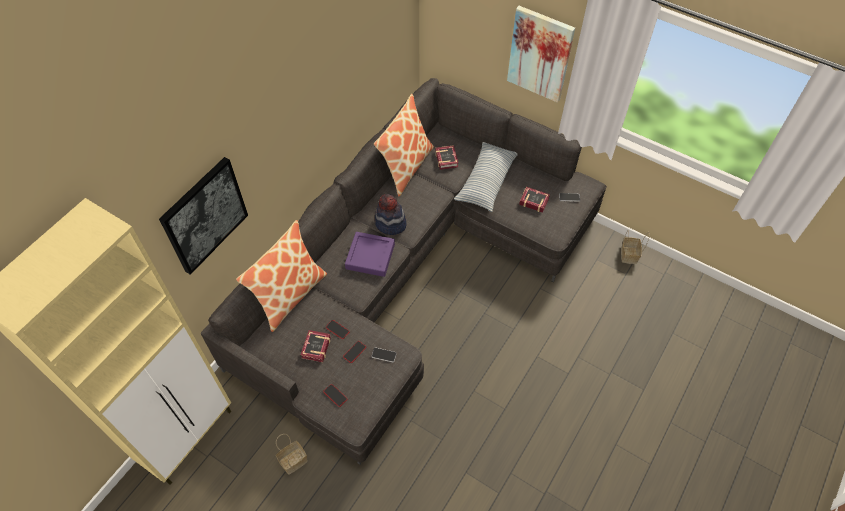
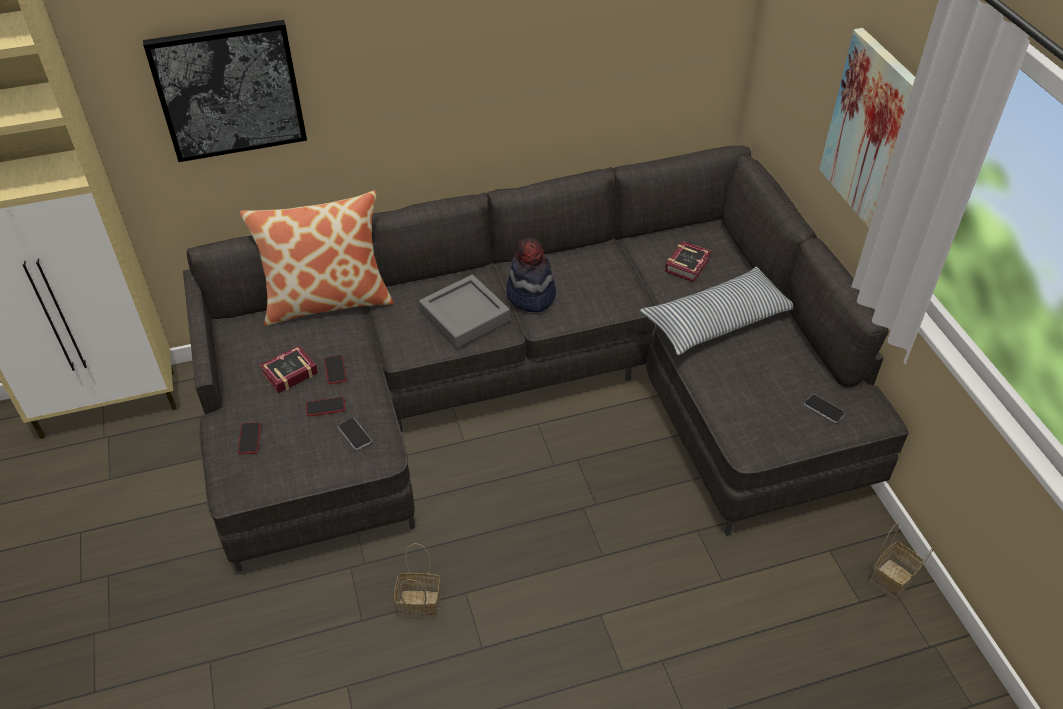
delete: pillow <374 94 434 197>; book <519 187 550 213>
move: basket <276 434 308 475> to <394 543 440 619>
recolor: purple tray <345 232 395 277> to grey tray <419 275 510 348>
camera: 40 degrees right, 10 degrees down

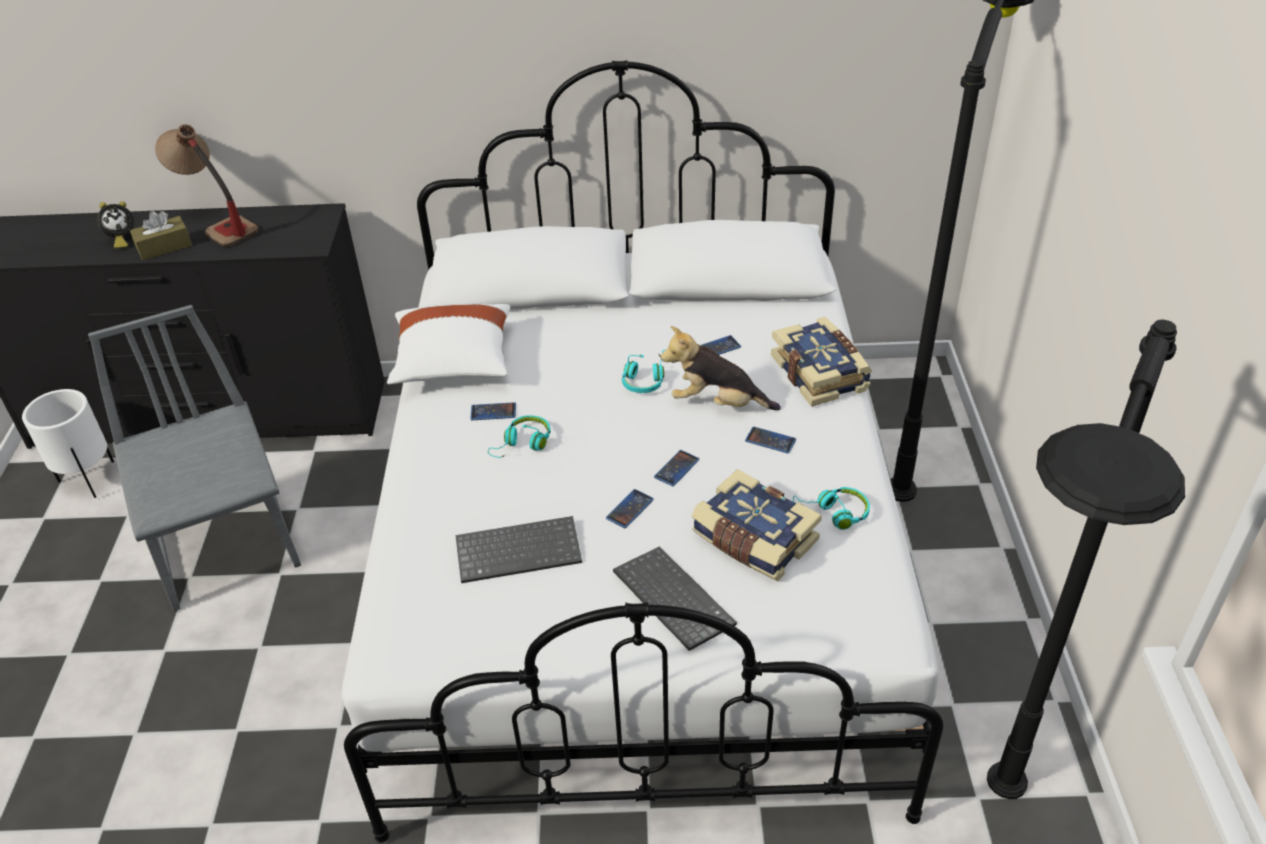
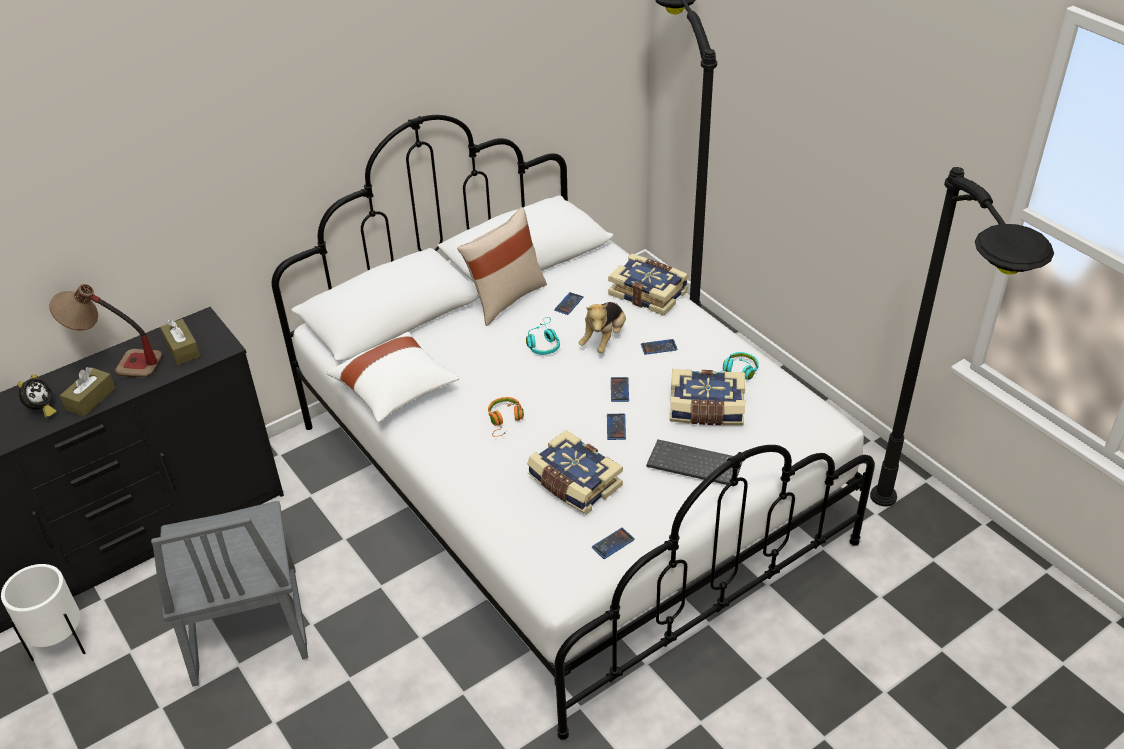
insert: brown tissue box <160 319 200 365>; beige pillow <457 207 547 326>
move: phone <470 402 516 420> to <592 528 635 559>
replace: keyboard <455 516 582 583> to book <527 430 623 515>
recolor: turquoise headphones <488 415 551 458> to orange headphones <488 397 524 437>
rotate: grey chair <88 305 301 611> = <151 501 308 687> 135 degrees counterclockwise; plush toy <660 326 781 410> = <578 302 626 353> 45 degrees counterclockwise
camera: 35 degrees left, 0 degrees up

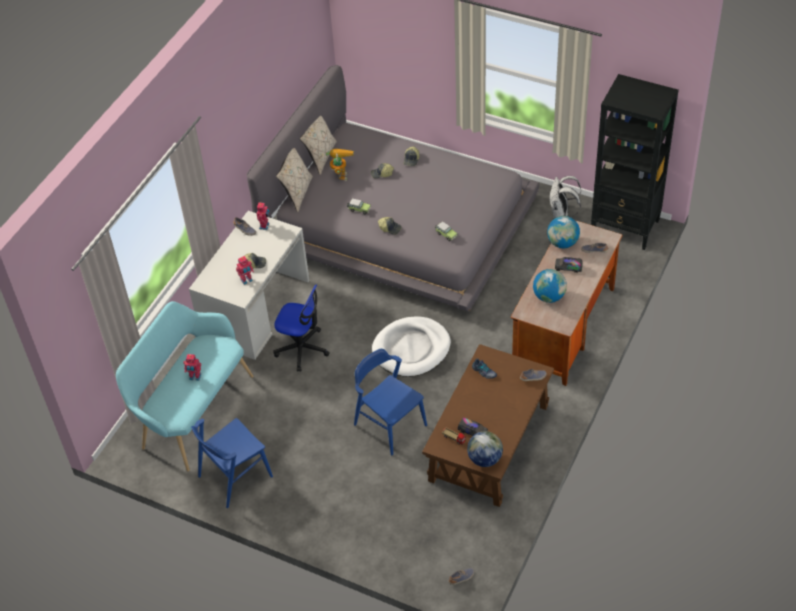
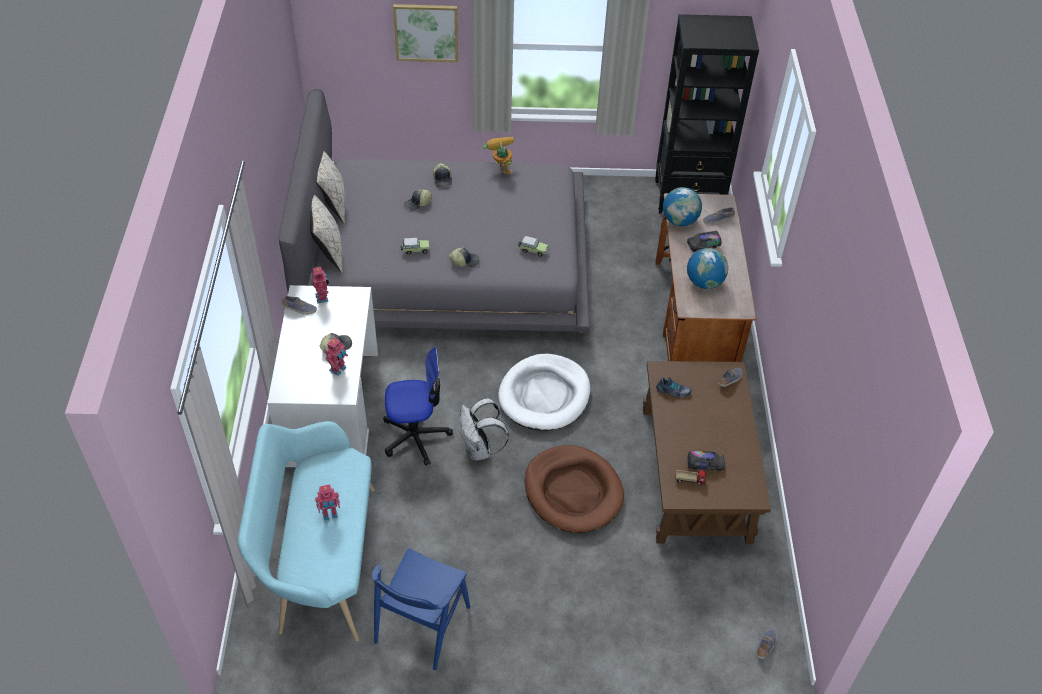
delete: globe <467 431 503 467>
insert: picture <393 4 458 62>
move: toy robot <326 149 354 181> to <483 137 514 175>; white backpack <549 176 581 219> to <459 398 509 461>
replace: blue chair <354 349 427 456> to brown dog bed <525 445 624 533>
camera: 30 degrees left, 0 degrees up

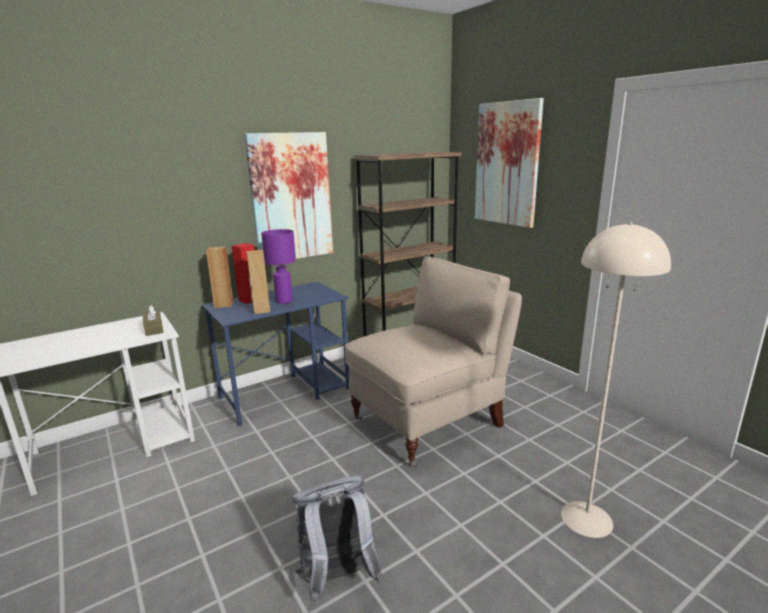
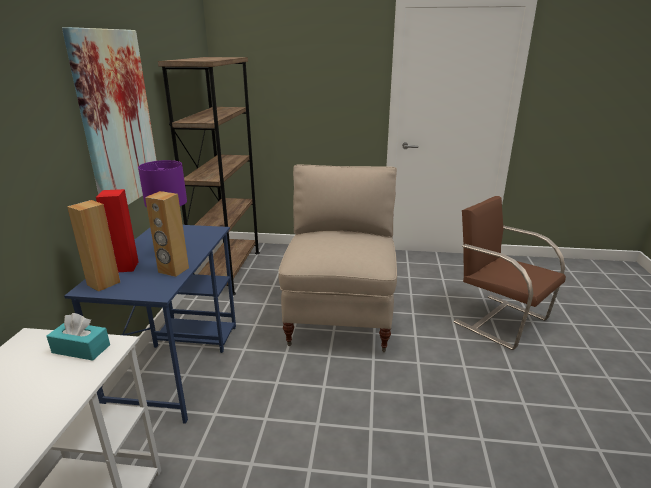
delete: grey backpack <293 475 383 603>; picture <475 98 544 228>
replace: beige floor lamp <561 222 671 538> to brown chair <453 196 566 350>
recolor: brown tissue box <143 305 164 336> to turquoise tissue box <46 313 110 361>
camera: 50 degrees left, 5 degrees up

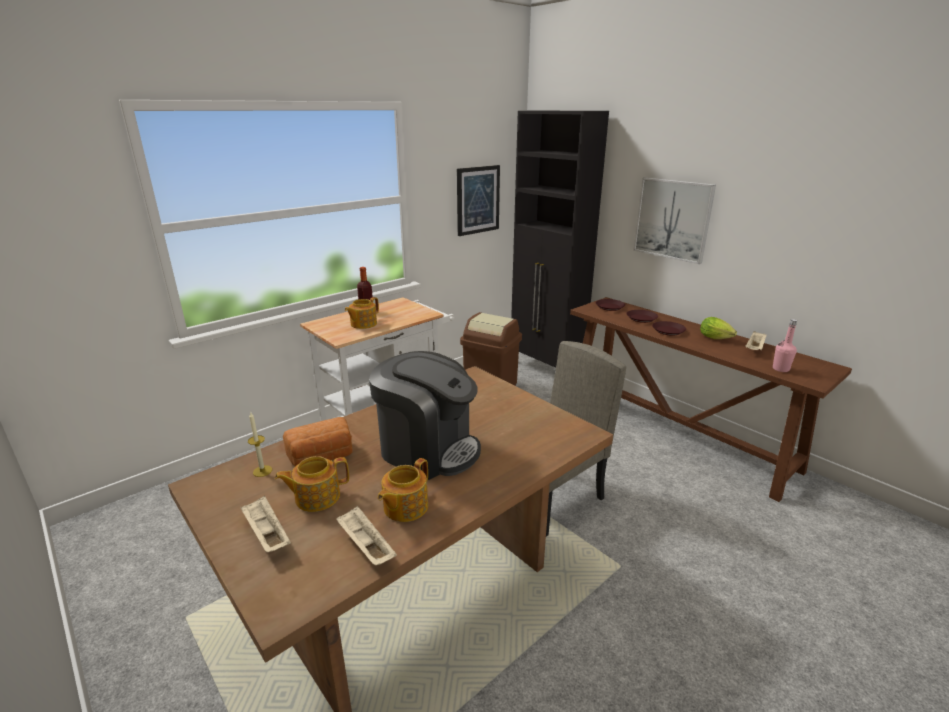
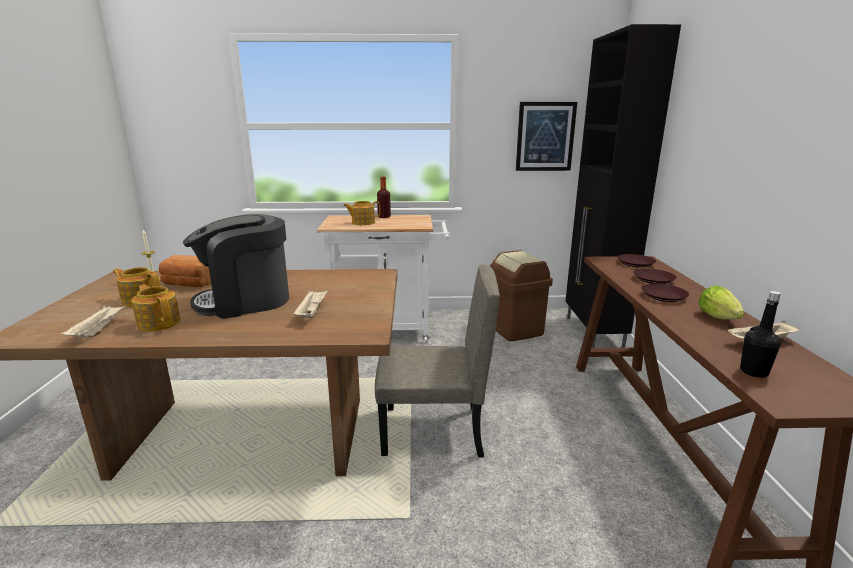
delete: picture <633 178 716 264>
move: beige tray <240 495 291 552> to <293 290 329 318>
recolor: pink bottle <773 319 797 372> to black bottle <740 291 781 378>
rotate: coffee machine <369 351 481 480> = <183 214 289 319> 90 degrees clockwise; teapot <378 458 428 522> = <132 284 180 332> 60 degrees clockwise
camera: 40 degrees right, 5 degrees down

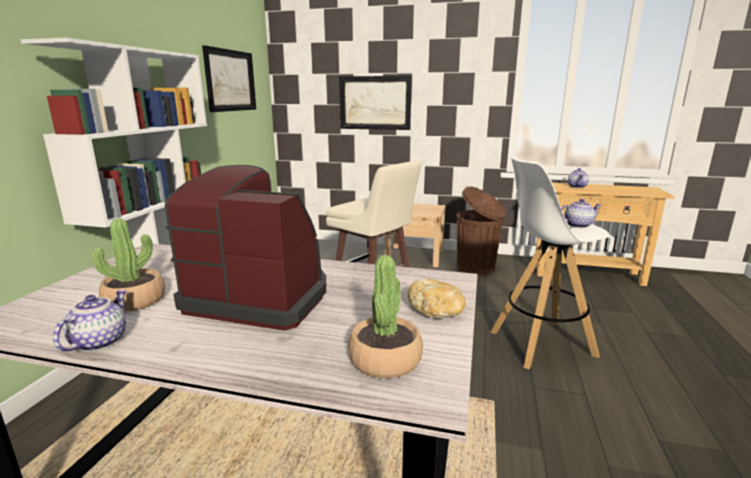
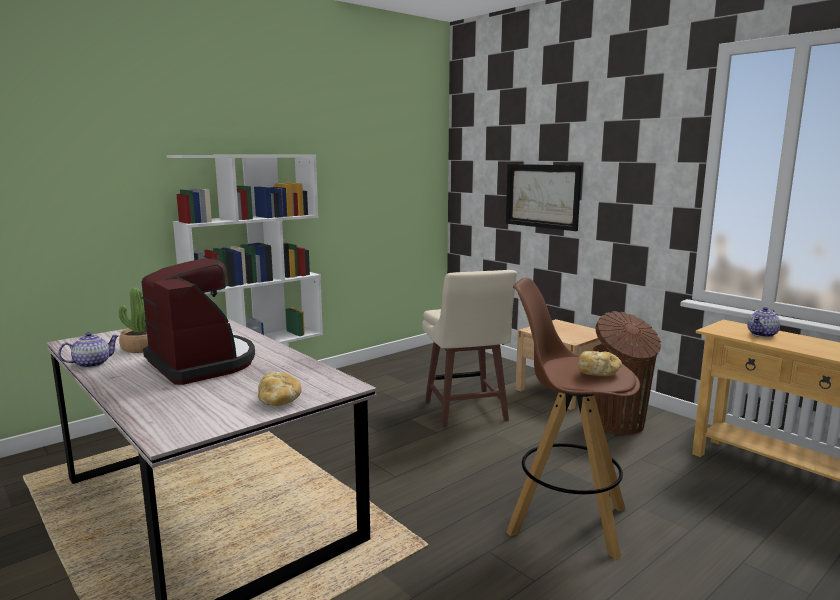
delete: picture <202 45 256 112>; potted plant <348 255 423 378>
replace: teapot <561 199 601 228> to bread <578 351 622 376>
recolor: white stool <490 157 613 369> to brown stool <506 278 640 559>
camera: 35 degrees right, 5 degrees down

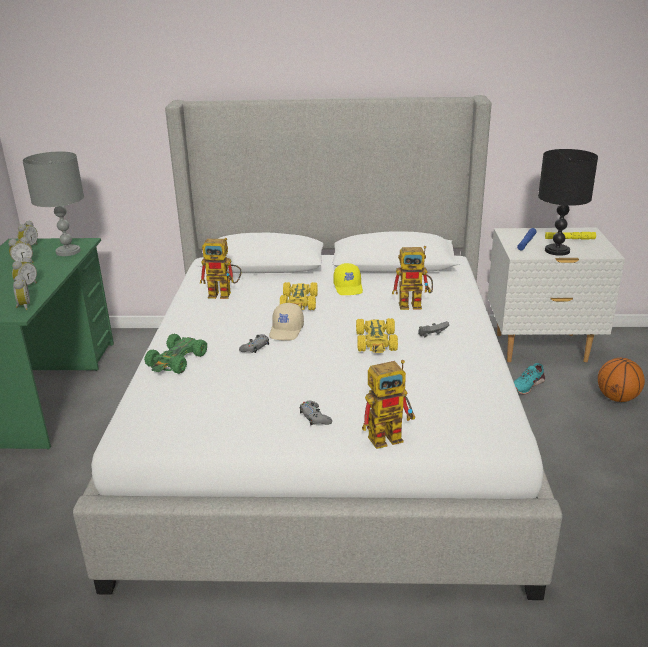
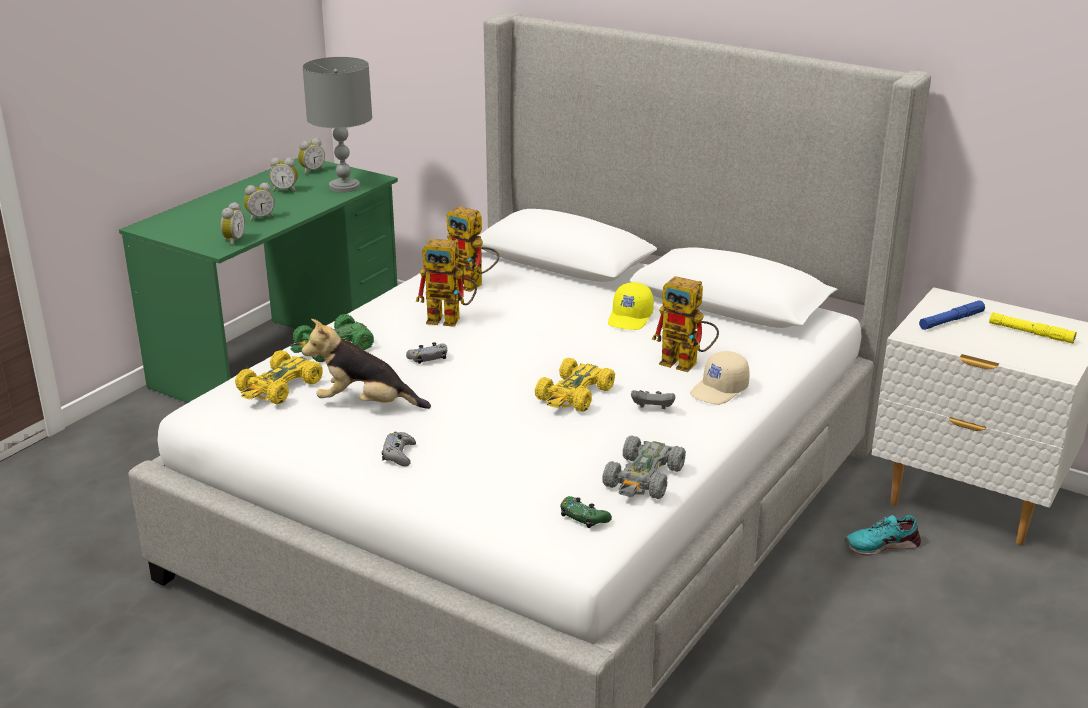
delete: black table lamp <538 149 598 256>; basketball <598 358 645 402>
insert: plush toy <302 319 431 409>; green game controller <560 496 612 528>; grey toy car <602 435 686 499>
move: beige cap <269 303 304 340> to <690 351 750 405>; yellow toy car <280 282 318 310> to <235 350 323 404>; toy robot <362 360 415 449> to <416 239 477 327>
camera: 30 degrees right, 0 degrees up

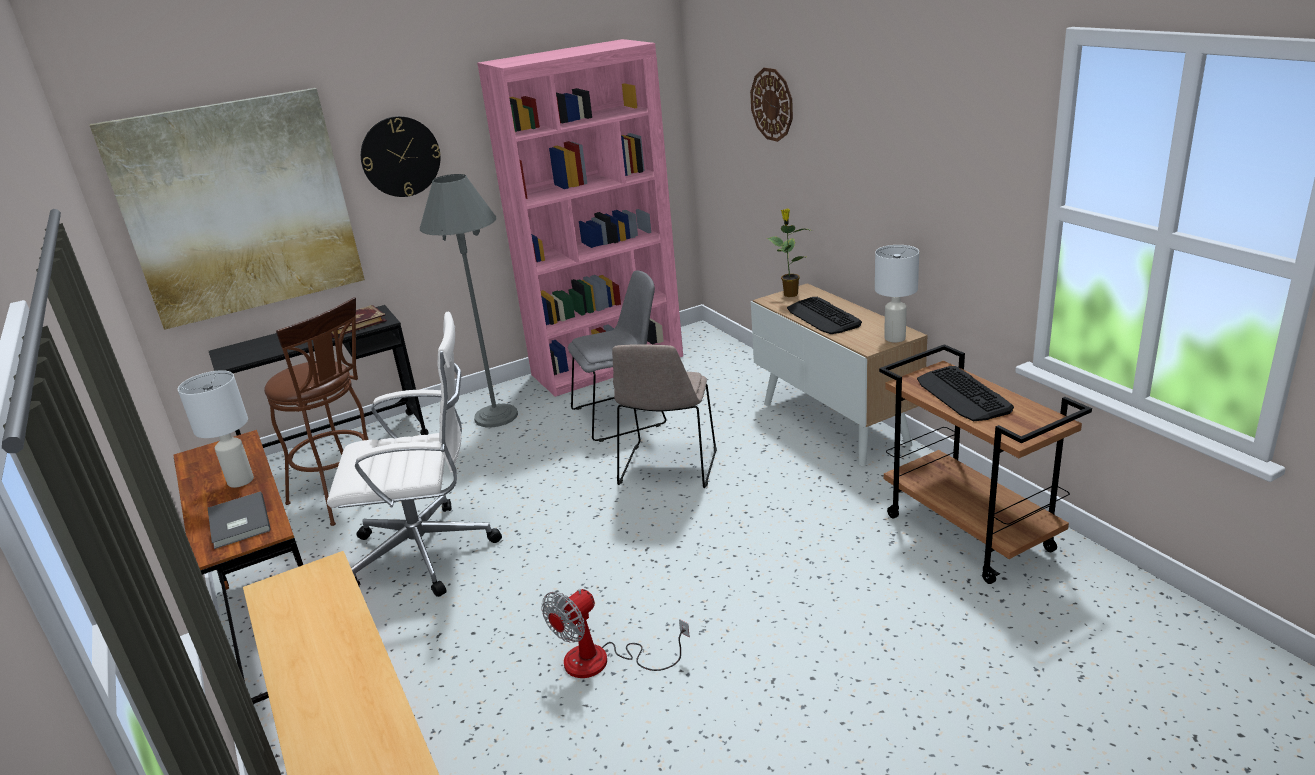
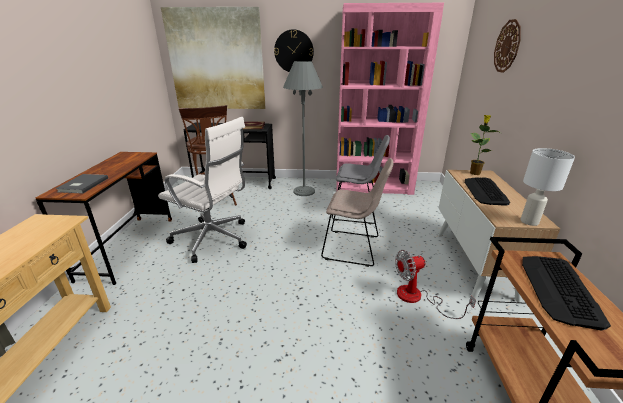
delete: white table lamp <178 370 254 488>
move: fan <541 589 690 678> to <395 250 476 319>
rotate: beige chair <612 344 717 488> = <321 158 393 267> 120 degrees counterclockwise
camera: 30 degrees right, 0 degrees up

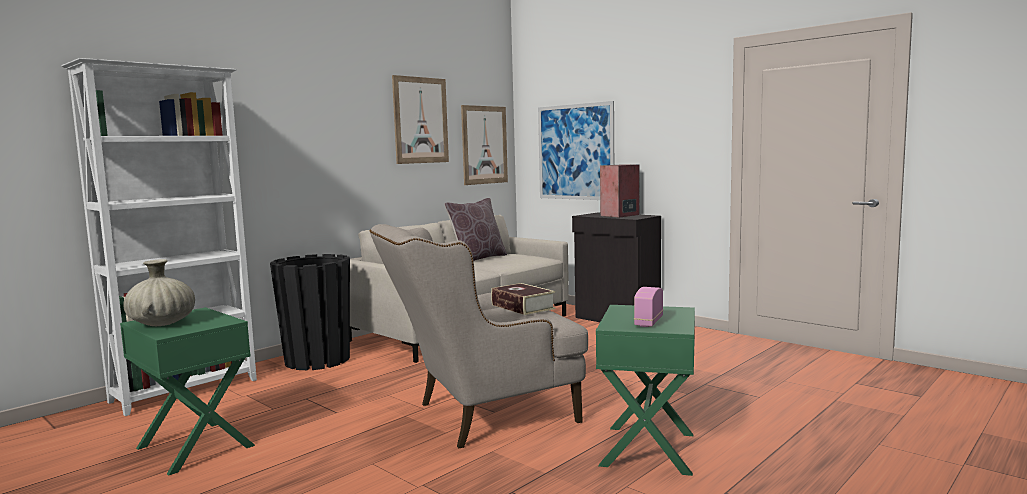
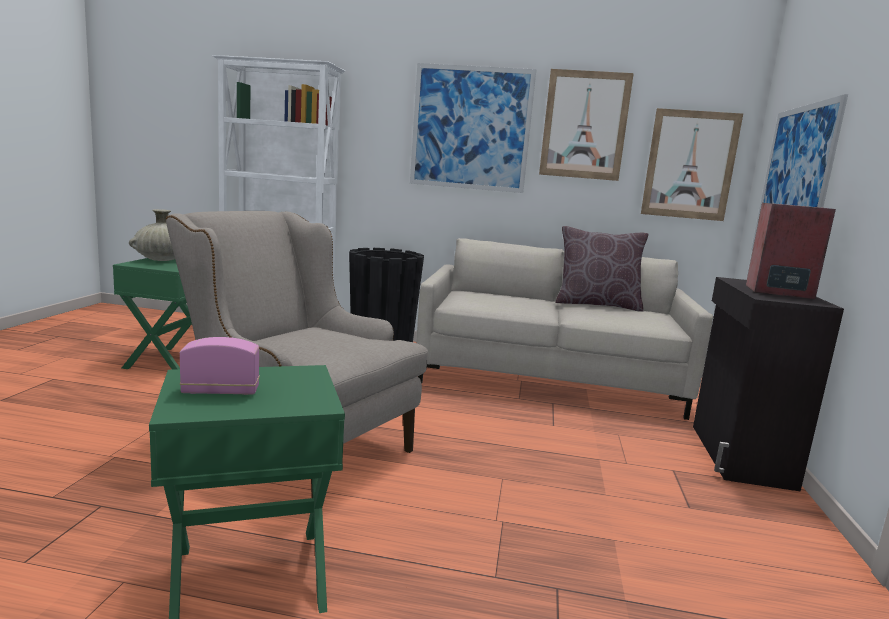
delete: book <491 283 556 315>
insert: picture <410 63 536 193>
camera: 55 degrees right, 5 degrees up

